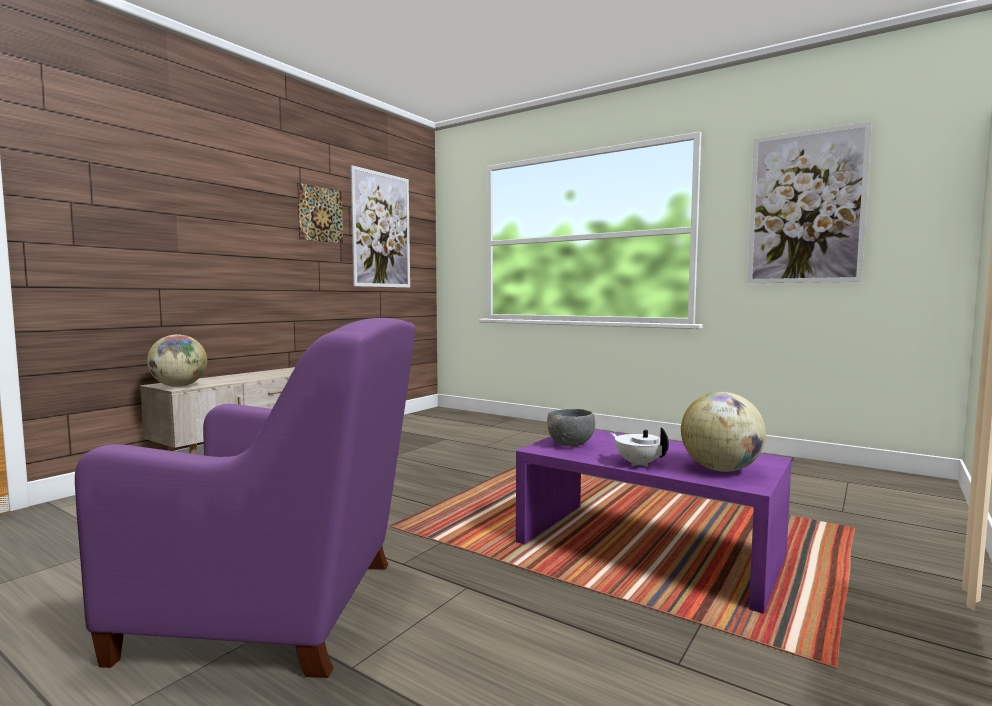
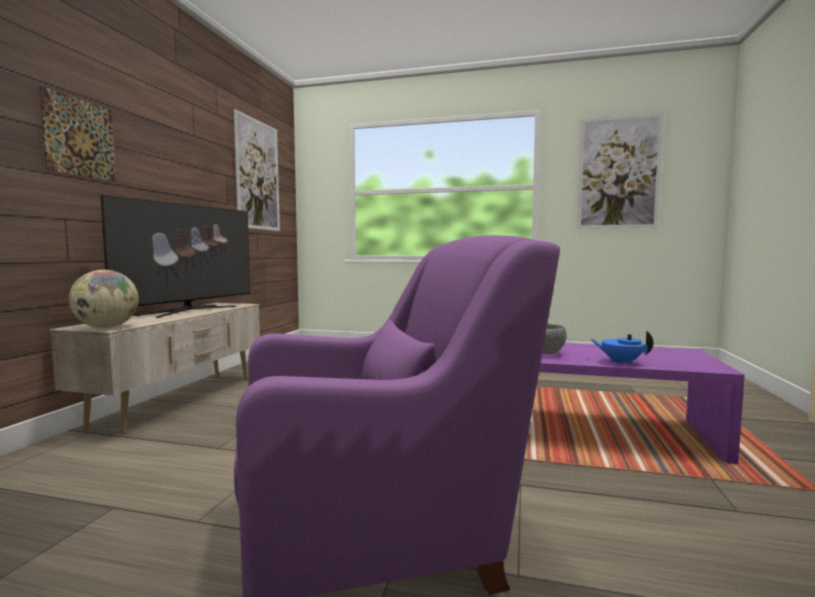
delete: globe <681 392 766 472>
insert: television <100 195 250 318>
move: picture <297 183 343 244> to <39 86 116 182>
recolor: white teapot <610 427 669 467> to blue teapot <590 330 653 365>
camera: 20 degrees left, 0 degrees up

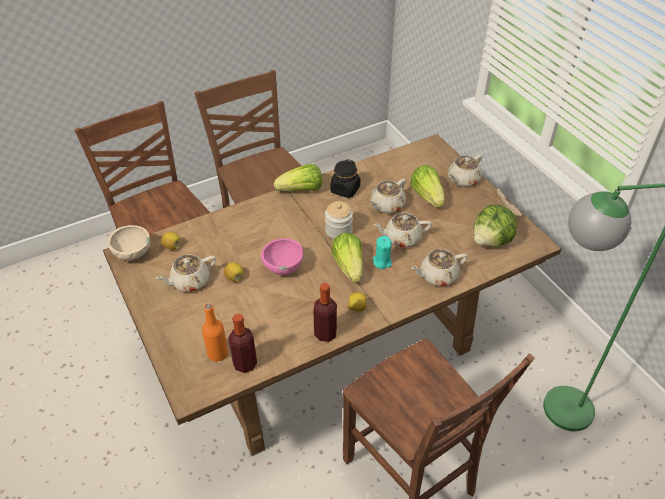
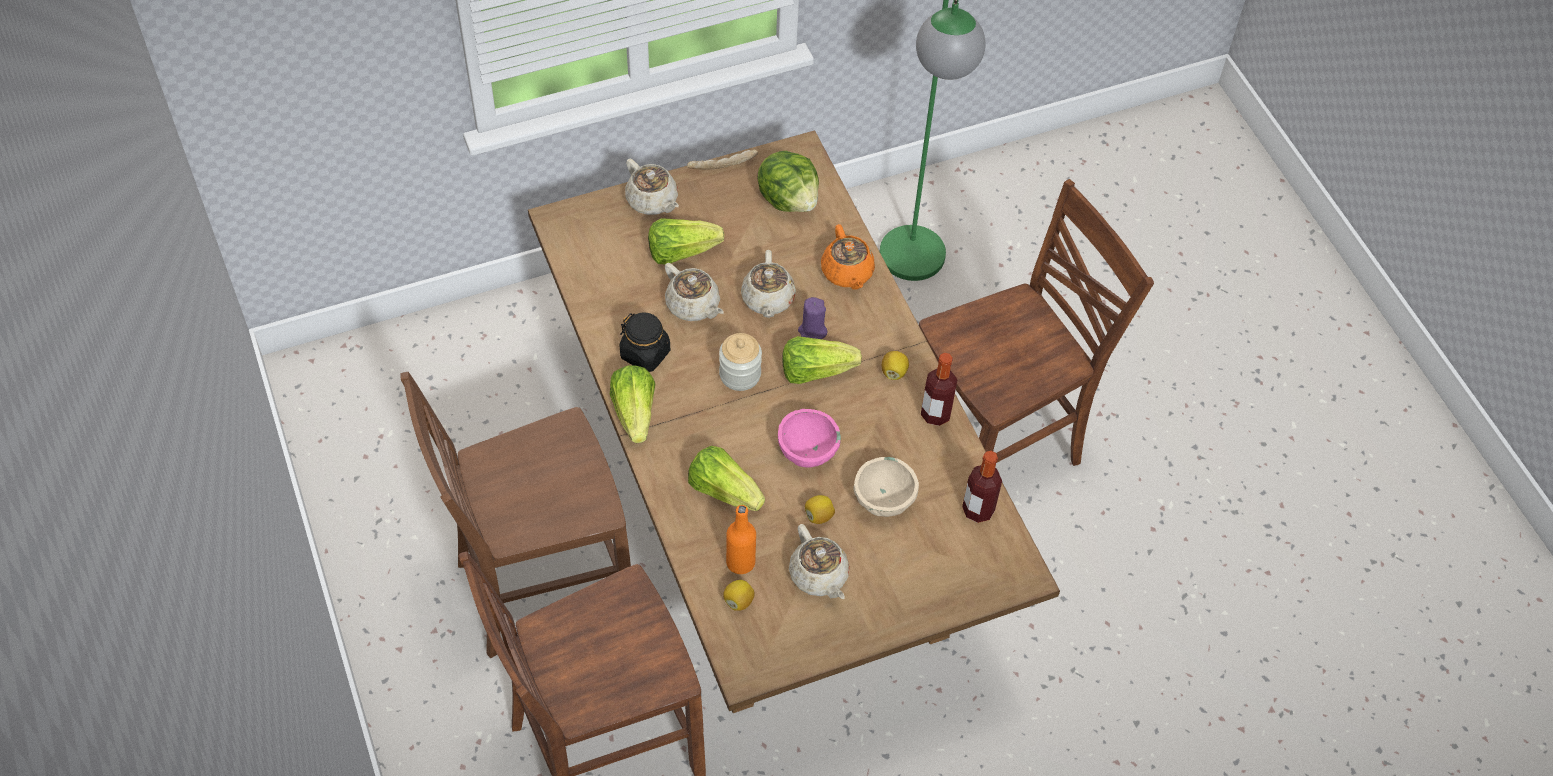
insert: lettuce <688 446 765 511>
move: beige bowl <108 225 151 261> to <854 457 919 517>; orange bottle <202 303 228 362> to <726 505 756 574>
recolor: turquoise candle <373 236 392 269> to purple candle <798 297 827 339>; beige teapot <411 249 467 286> to orange teapot <821 224 875 290>
camera: 85 degrees left, 10 degrees up

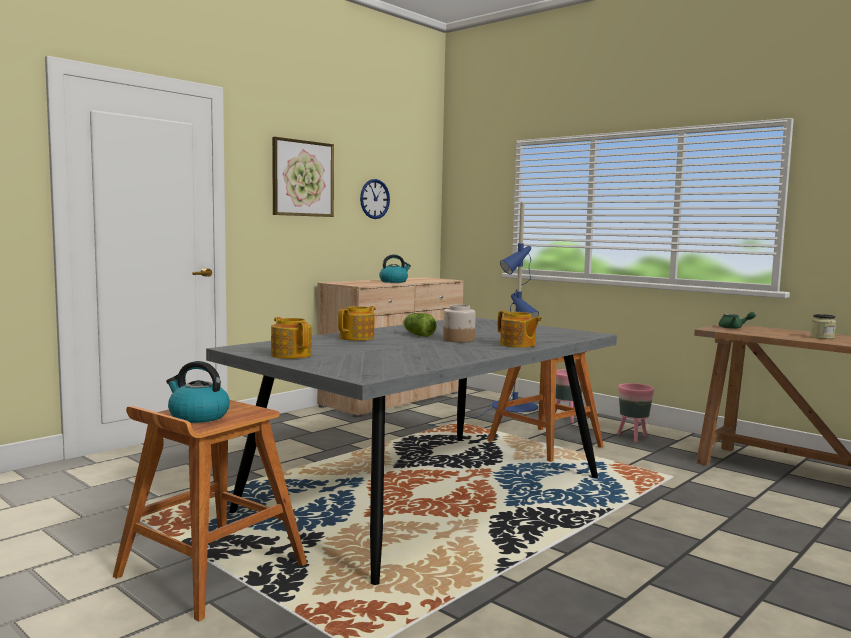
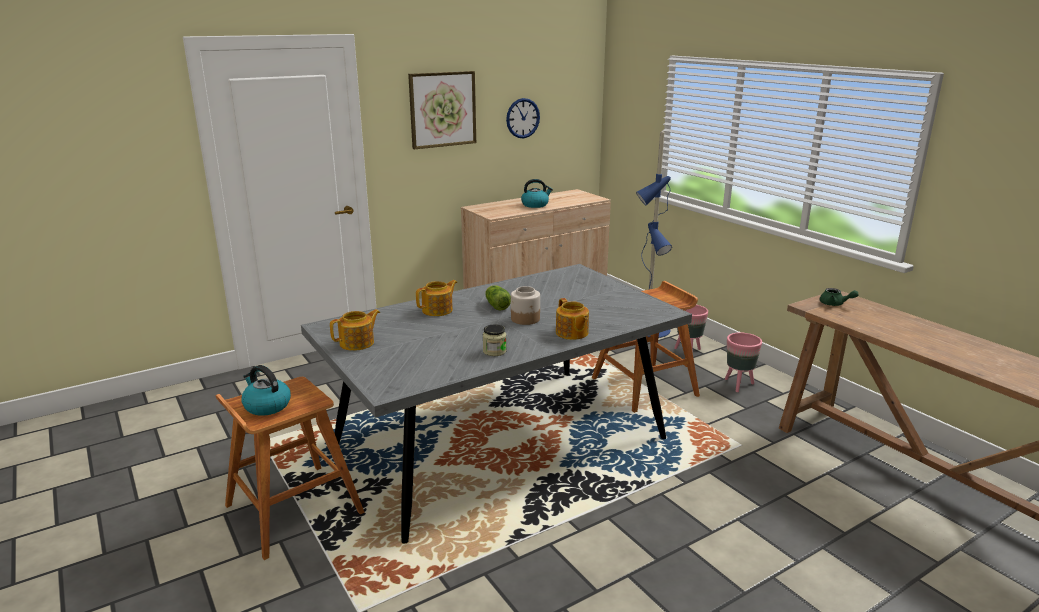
move: jar <810 314 836 339> to <483 324 507 356>
rotate: teapot <271 317 312 359> = <330 309 380 351> 75 degrees clockwise
camera: 15 degrees right, 15 degrees up

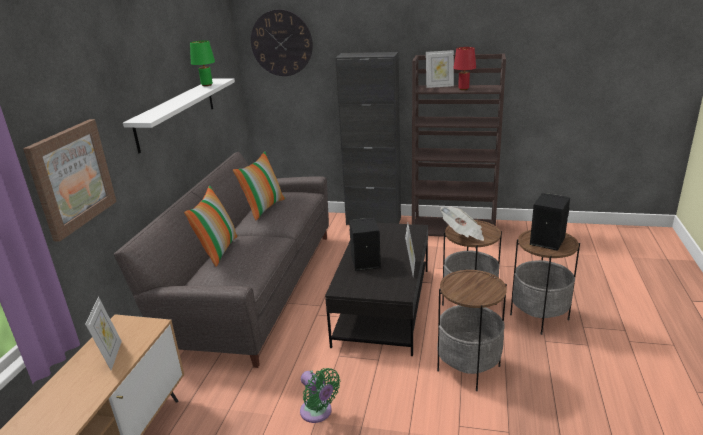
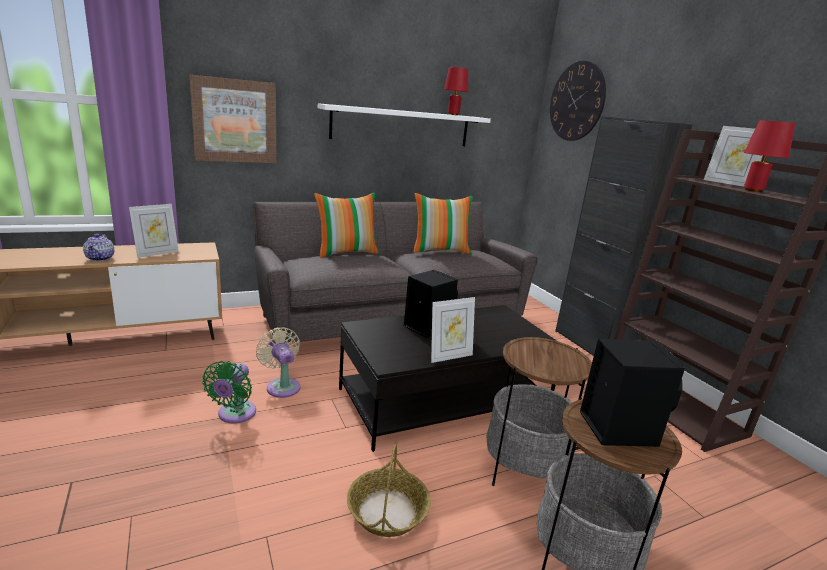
delete: newspaper <440 207 484 241>
insert: teapot <83 234 114 261>; beige fan <256 327 300 398>
replace: side table <437 269 507 391> to basket <347 444 431 537>
recolor: green table lamp <190 40 215 86> to red table lamp <444 67 468 115>
camera: 50 degrees right, 5 degrees down

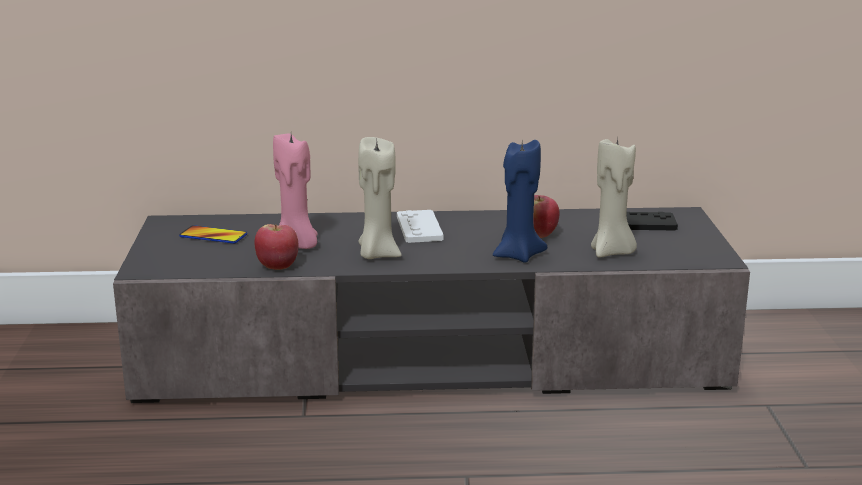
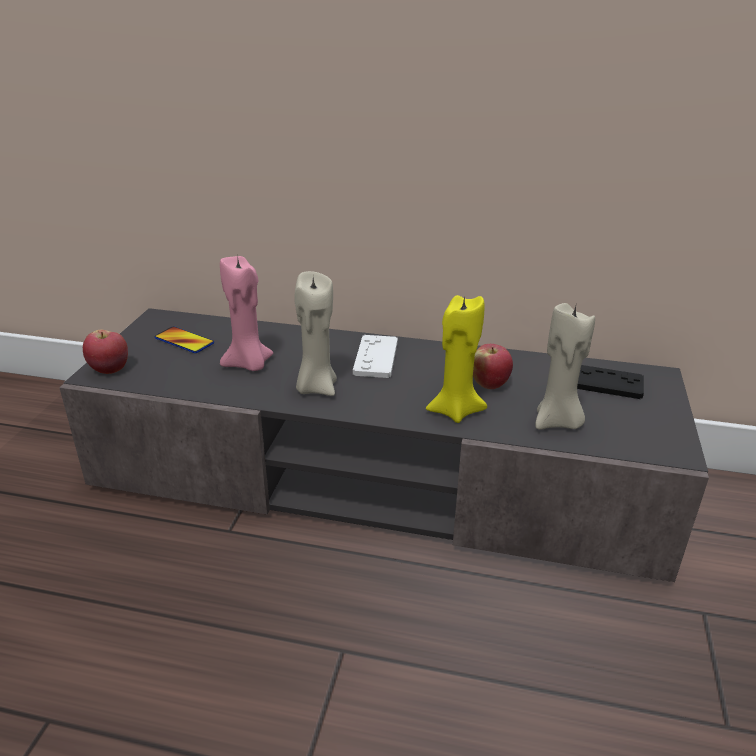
move: apple <255 224 299 270> to <83 330 128 374>
recolor: blue candle <493 140 547 263> to yellow candle <426 295 487 423>
camera: 15 degrees right, 10 degrees up

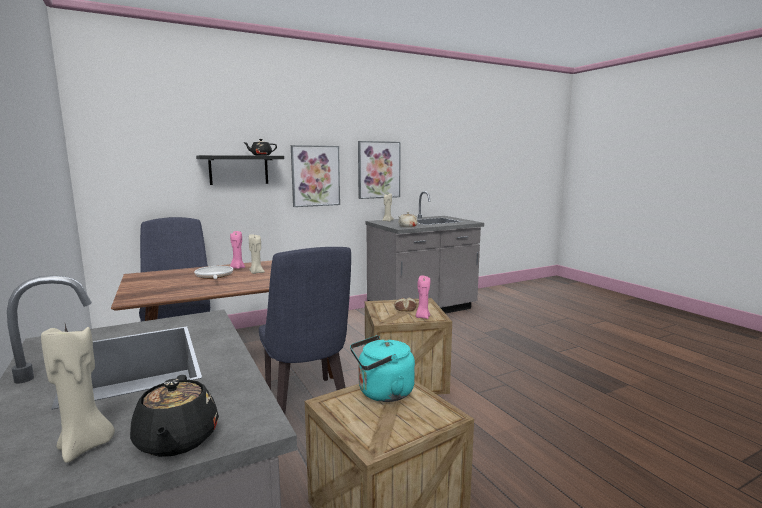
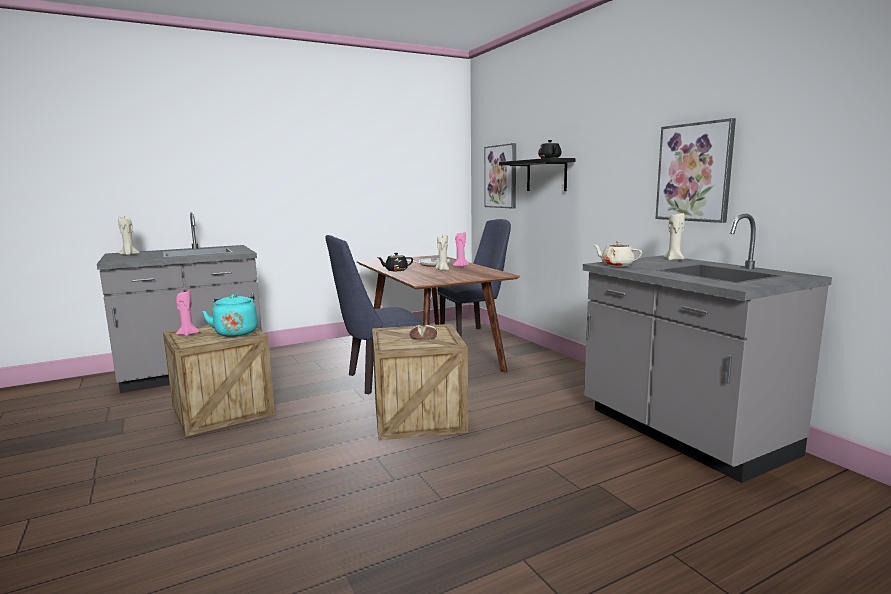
move: black teapot <130 375 219 457> to <377 253 413 271>; picture <291 145 340 207> to <484 143 516 208>; pink candle <416 276 430 319> to <176 289 200 336>
camera: 90 degrees right, 0 degrees up

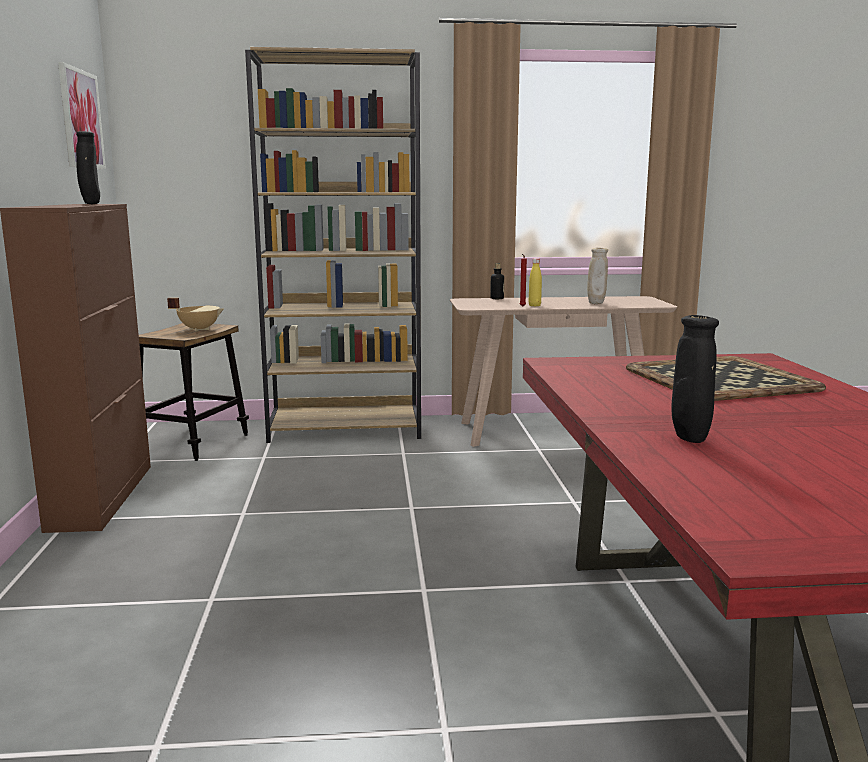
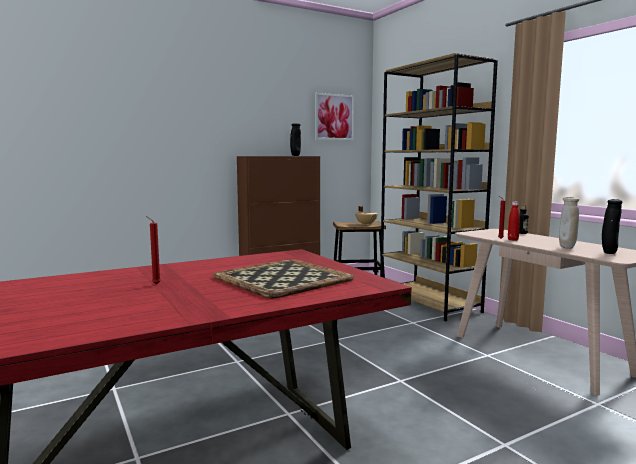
insert: red candle <146 216 161 284>
move: black vase <671 315 719 443> to <602 199 622 254>
recolor: yellow bottle <529 258 542 306> to red bottle <508 201 520 241>
camera: 65 degrees right, 5 degrees down

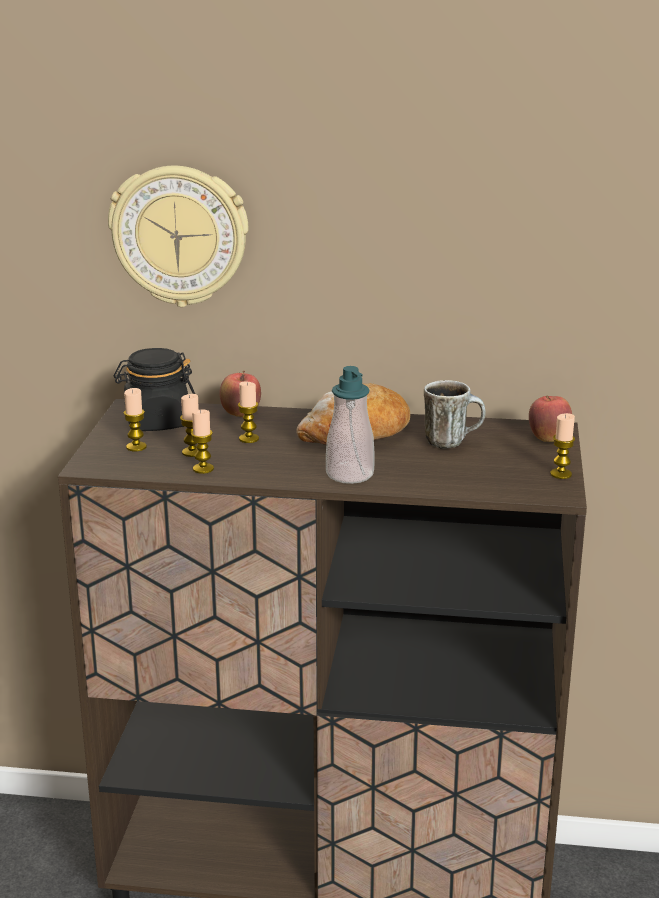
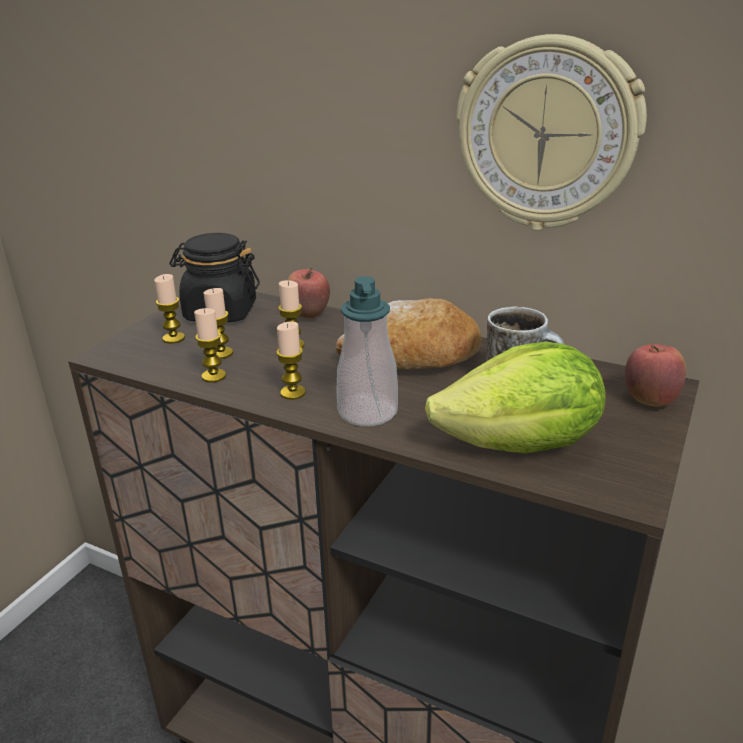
insert: lettuce <425 342 606 454>
move: wall clock <108 166 248 307> to <456 34 647 231>; candle <550 413 575 479> to <276 321 306 400>
camera: 20 degrees right, 5 degrees up

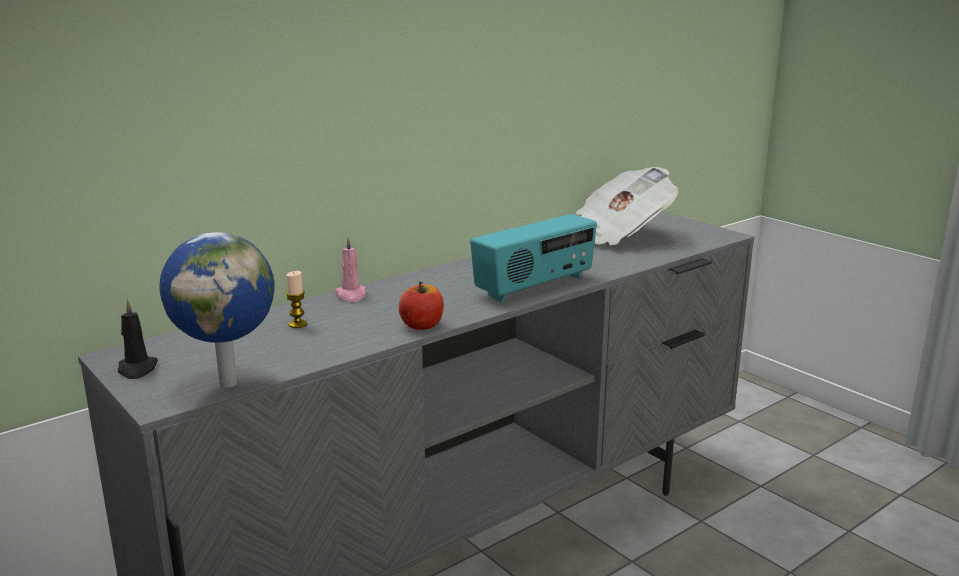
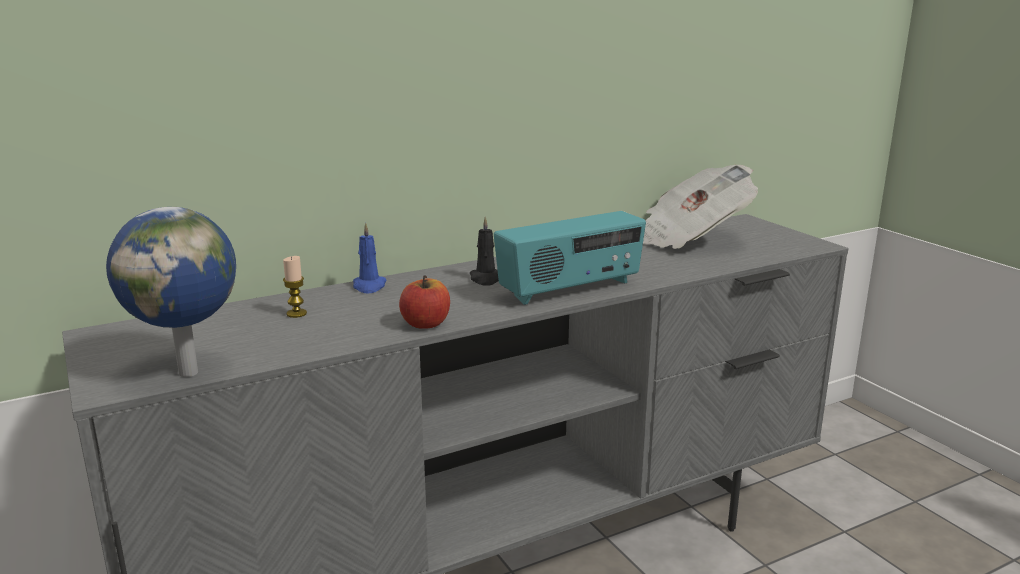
move: black candle <118 299 158 379> to <470 216 499 286>
recolor: pink candle <335 237 366 302> to blue candle <353 222 387 293>
camera: 10 degrees right, 0 degrees up

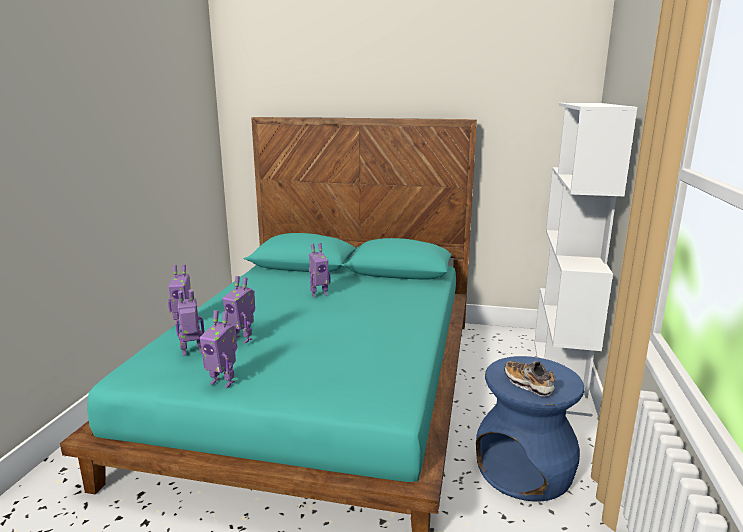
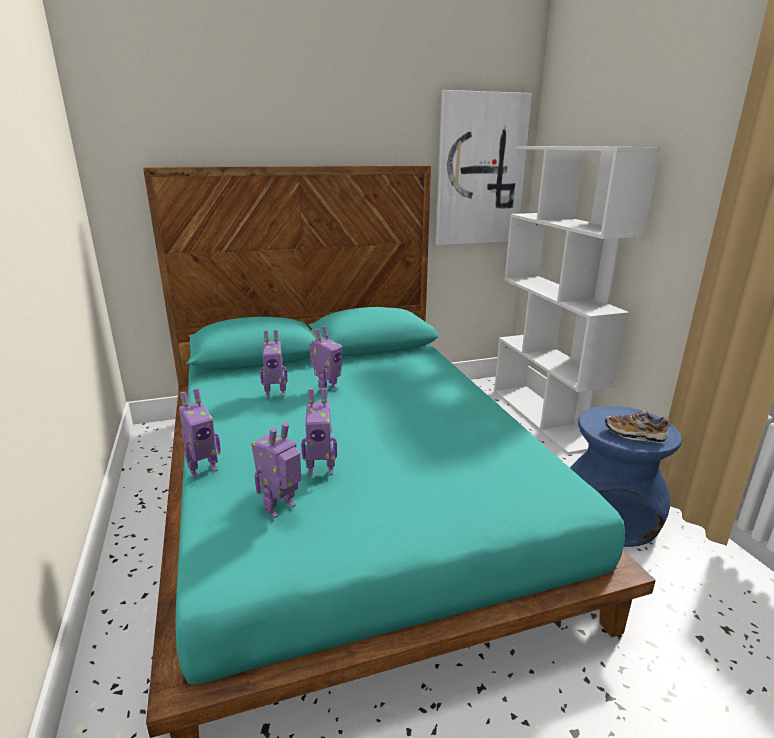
insert: picture <435 90 532 245>
move: toy robot <200 310 237 388> to <260 330 288 398>
camera: 30 degrees left, 5 degrees up

